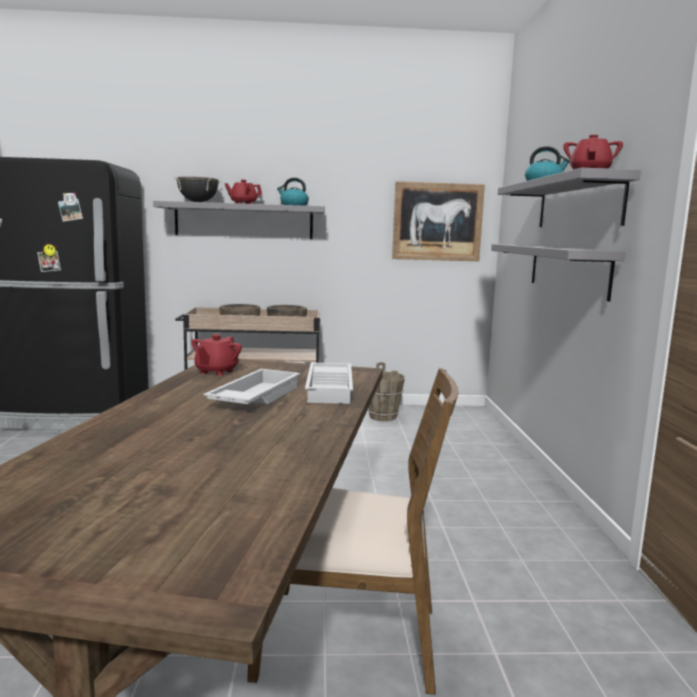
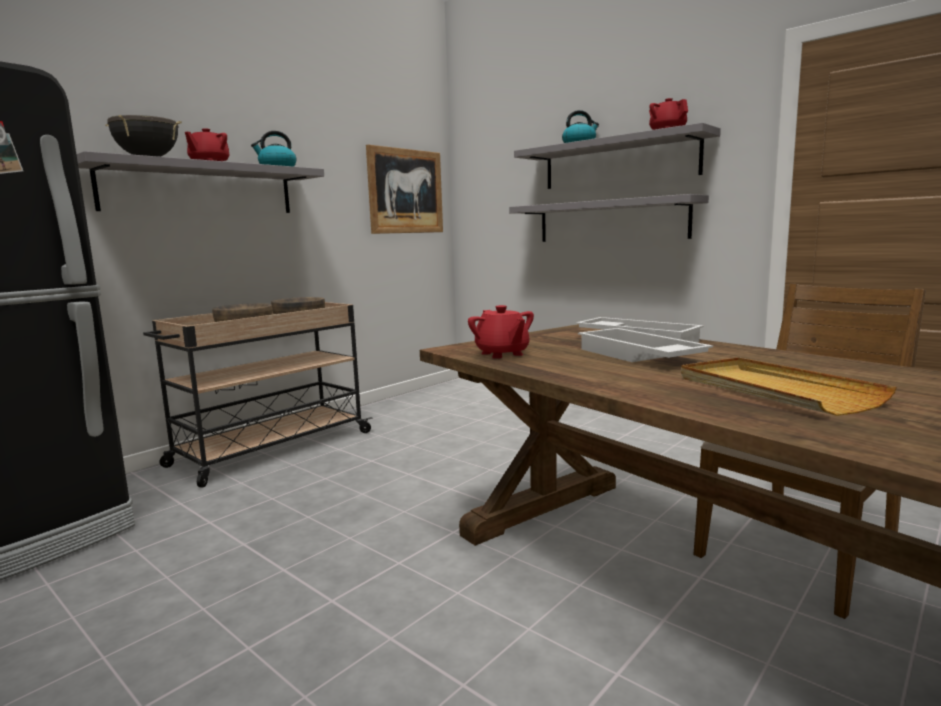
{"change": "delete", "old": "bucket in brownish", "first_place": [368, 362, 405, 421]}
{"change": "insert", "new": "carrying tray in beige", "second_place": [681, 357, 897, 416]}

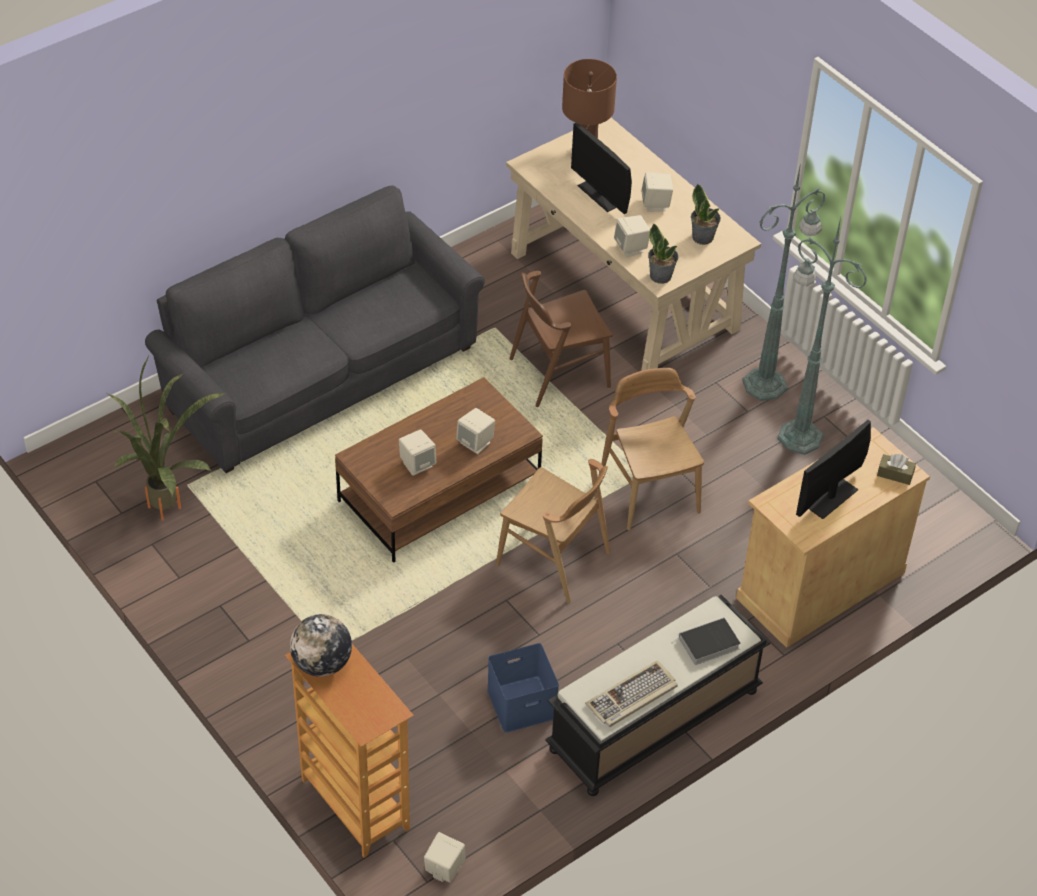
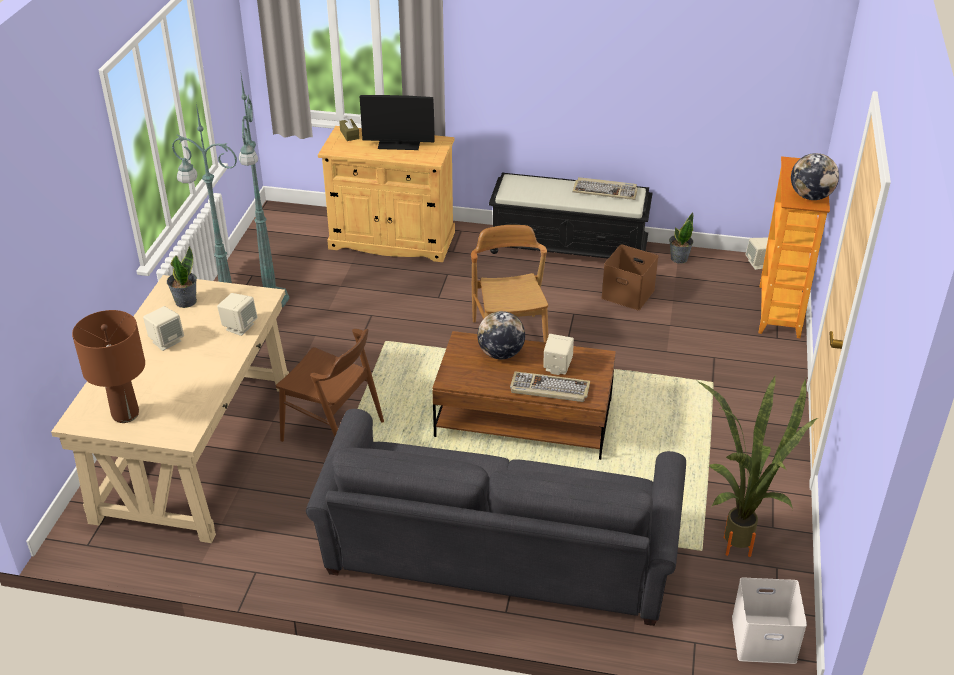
{"change": "delete", "old": "computer display", "first_place": [571, 123, 632, 214]}
{"change": "move", "old": "houseplant", "first_place": [648, 223, 678, 284], "second_place": [669, 213, 693, 264]}
{"change": "delete", "old": "plain chair in brownish", "first_place": [601, 368, 704, 530]}
{"change": "replace", "old": "loudspeaker in beige", "new": "world globe", "first_place": [456, 408, 495, 454], "second_place": [477, 311, 525, 359]}
{"change": "delete", "old": "book", "first_place": [672, 617, 740, 665]}
{"change": "recolor", "old": "storage bin in bluish", "new": "storage bin in brownish", "first_place": [487, 643, 559, 733], "second_place": [601, 244, 659, 310]}
{"change": "insert", "new": "computer keyboard", "second_place": [510, 371, 590, 402]}
{"change": "insert", "new": "storage bin in white-coloured", "second_place": [732, 577, 807, 664]}

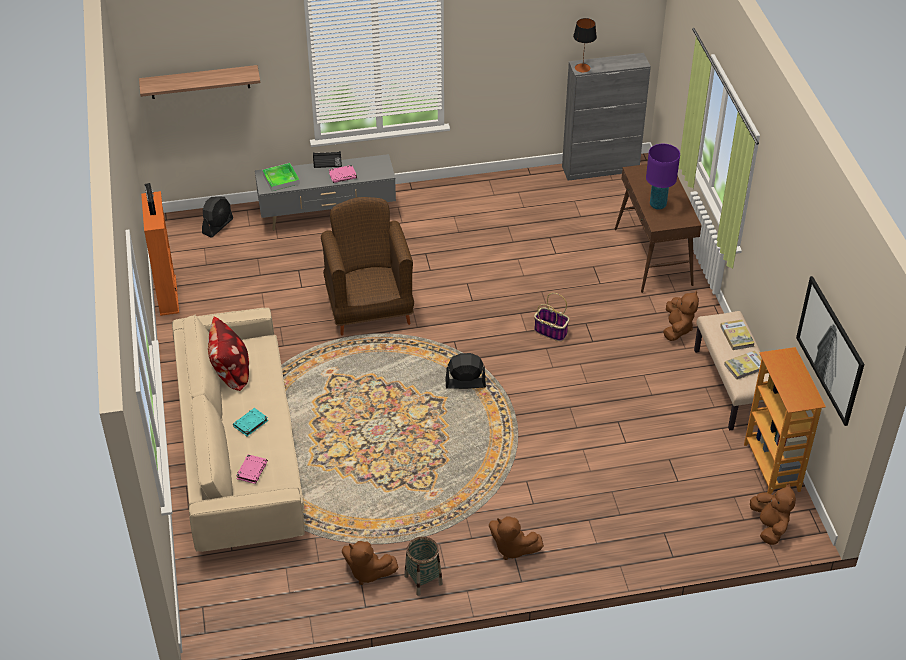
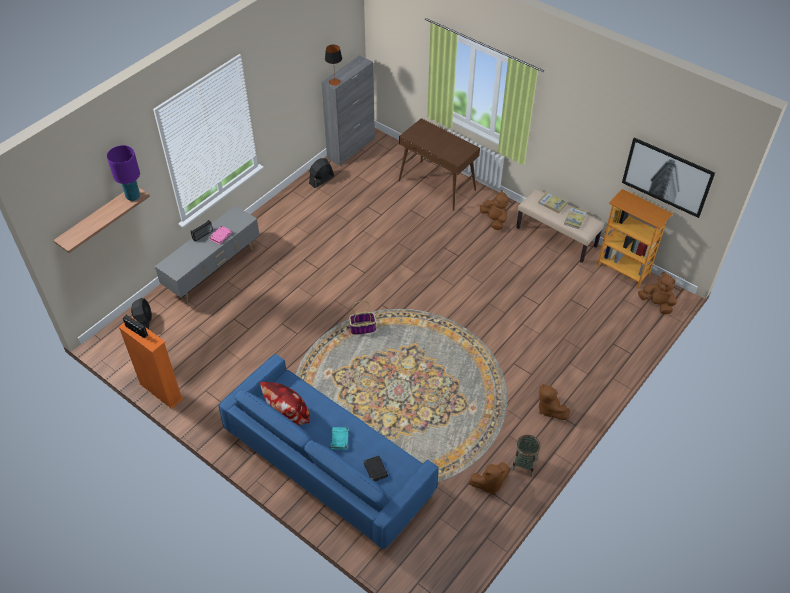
{"change": "move", "old": "table lamp in purple-coloured", "first_place": [646, 144, 680, 210], "second_place": [107, 145, 140, 201]}
{"change": "delete", "old": "carrying tray", "first_place": [262, 163, 300, 191]}
{"change": "delete", "old": "armchair in brownish", "first_place": [321, 197, 414, 336]}
{"change": "move", "old": "storage basket", "first_place": [534, 293, 569, 341], "second_place": [349, 301, 376, 335]}
{"change": "recolor", "old": "couch in beige", "new": "couch in bluish", "first_place": [172, 308, 305, 552], "second_place": [219, 354, 439, 550]}
{"change": "move", "old": "cooling fan in blackish", "first_place": [446, 353, 486, 389], "second_place": [309, 158, 334, 188]}
{"change": "recolor", "old": "book in pinkish", "new": "book in blackish", "first_place": [236, 454, 268, 484], "second_place": [364, 456, 388, 481]}
{"change": "rotate", "old": "soft toy in brownish", "first_place": [489, 516, 544, 560], "second_place": [539, 384, 570, 420], "degrees": 75}

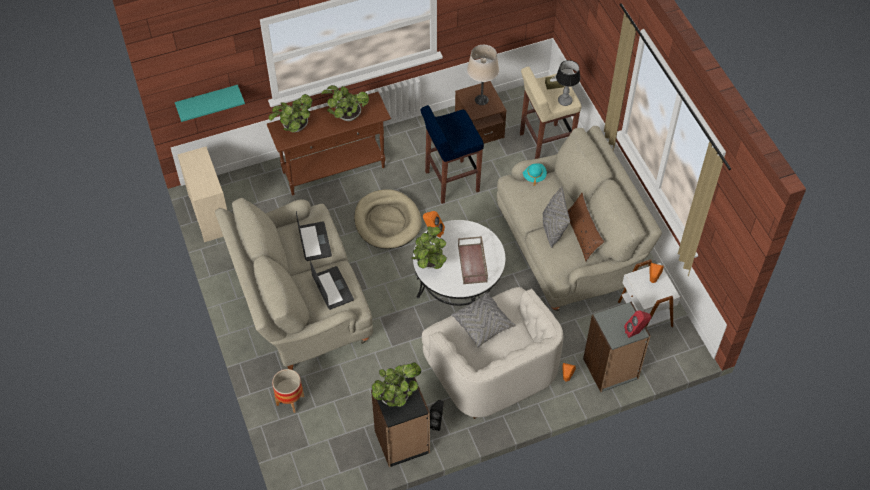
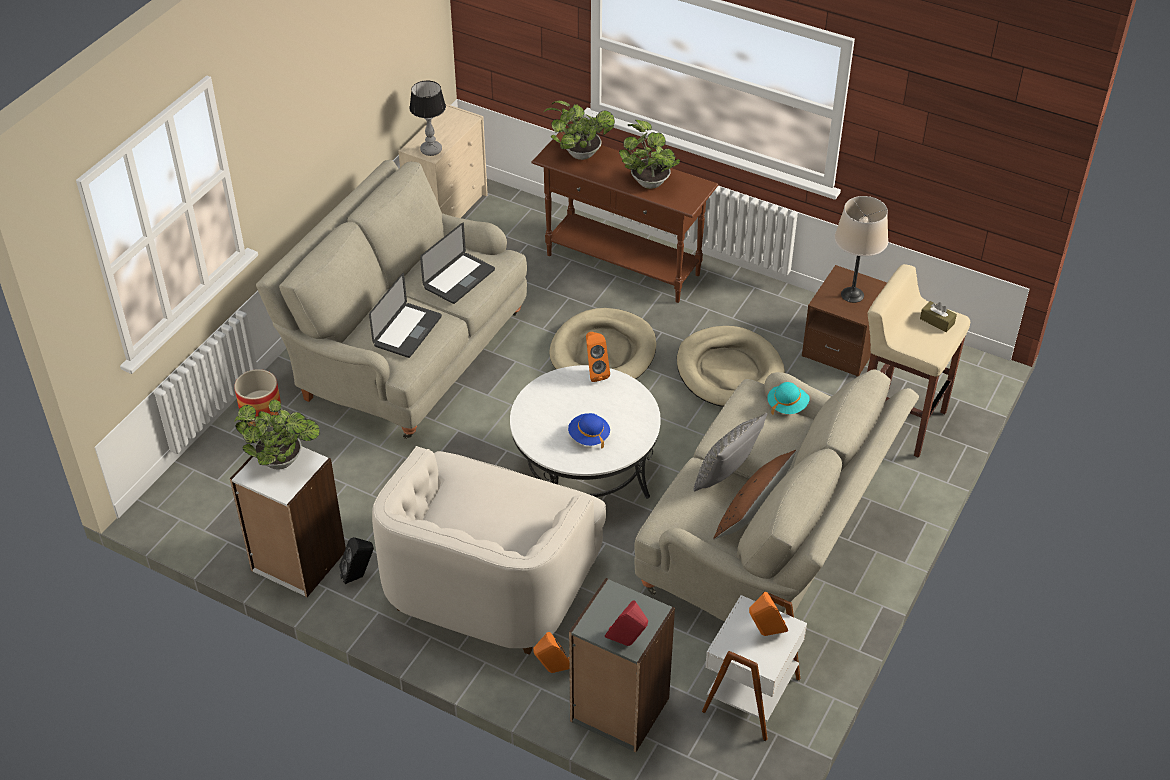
{"change": "move", "old": "table lamp", "first_place": [556, 60, 580, 106], "second_place": [409, 80, 446, 156]}
{"change": "delete", "old": "bracket shelf in turquoise", "first_place": [175, 85, 245, 122]}
{"change": "replace", "old": "sitting stool in bluish", "new": "pet bed in beige", "first_place": [421, 105, 484, 204], "second_place": [677, 326, 785, 407]}
{"change": "delete", "old": "houseplant", "first_place": [411, 226, 447, 269]}
{"change": "replace", "old": "carrying tray in brownish", "new": "clothing hat in bluish", "first_place": [458, 236, 488, 284], "second_place": [568, 413, 610, 449]}
{"change": "delete", "old": "throw pillow in greyish", "first_place": [451, 292, 516, 348]}
{"change": "recolor", "old": "bookshelf in blackish", "new": "bookshelf in white-coloured", "first_place": [371, 377, 430, 467], "second_place": [230, 447, 346, 597]}

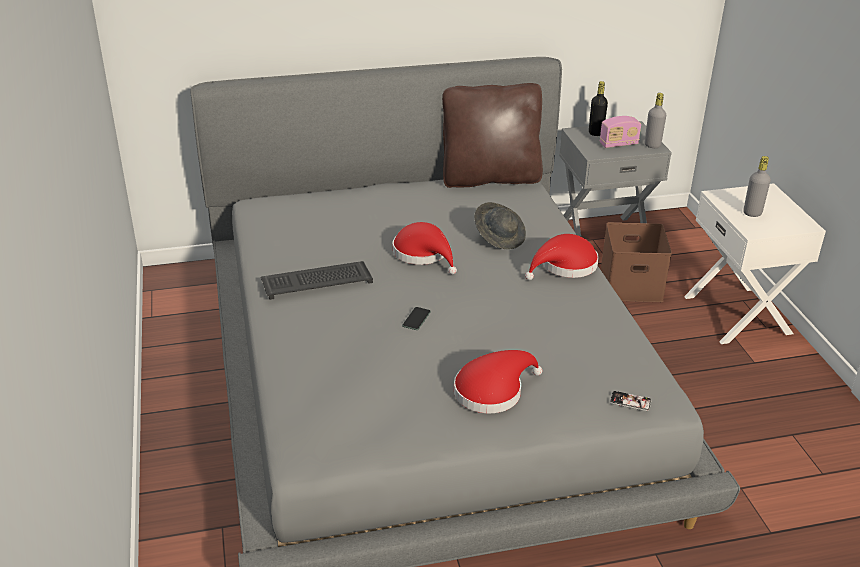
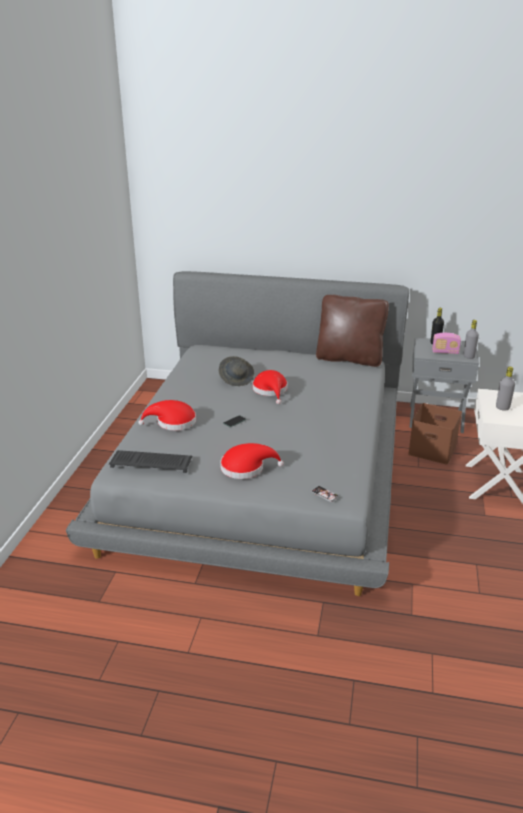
{"change": "move", "old": "clothing hat in greyish", "first_place": [474, 202, 526, 249], "second_place": [219, 356, 254, 386]}
{"change": "move", "old": "clothing hat in red-coloured", "first_place": [525, 234, 599, 280], "second_place": [139, 400, 196, 430]}
{"change": "move", "old": "computer keyboard", "first_place": [261, 261, 373, 300], "second_place": [109, 450, 192, 473]}

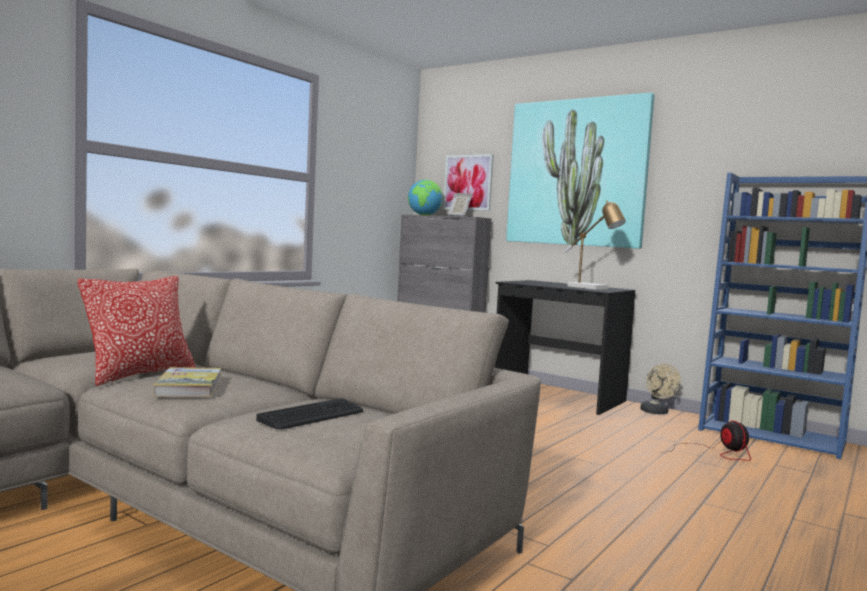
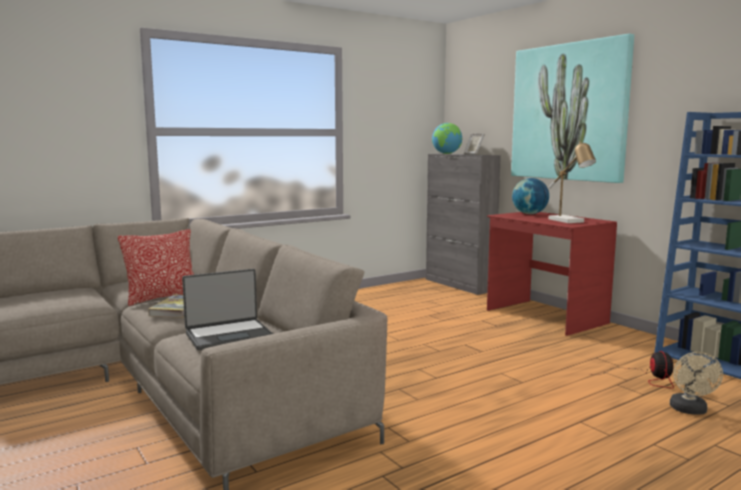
{"change": "delete", "old": "wall picture", "first_place": [443, 154, 494, 211]}
{"change": "recolor", "old": "desk table in blackish", "new": "desk table in red-coloured", "first_place": [494, 280, 635, 415], "second_place": [487, 212, 617, 336]}
{"change": "move", "old": "cooling fan in beige", "first_place": [640, 364, 680, 414], "second_place": [670, 352, 723, 415]}
{"change": "replace", "old": "computer keyboard", "new": "laptop", "first_place": [256, 398, 363, 429], "second_place": [182, 269, 273, 350]}
{"change": "insert", "new": "world globe", "second_place": [512, 178, 549, 214]}

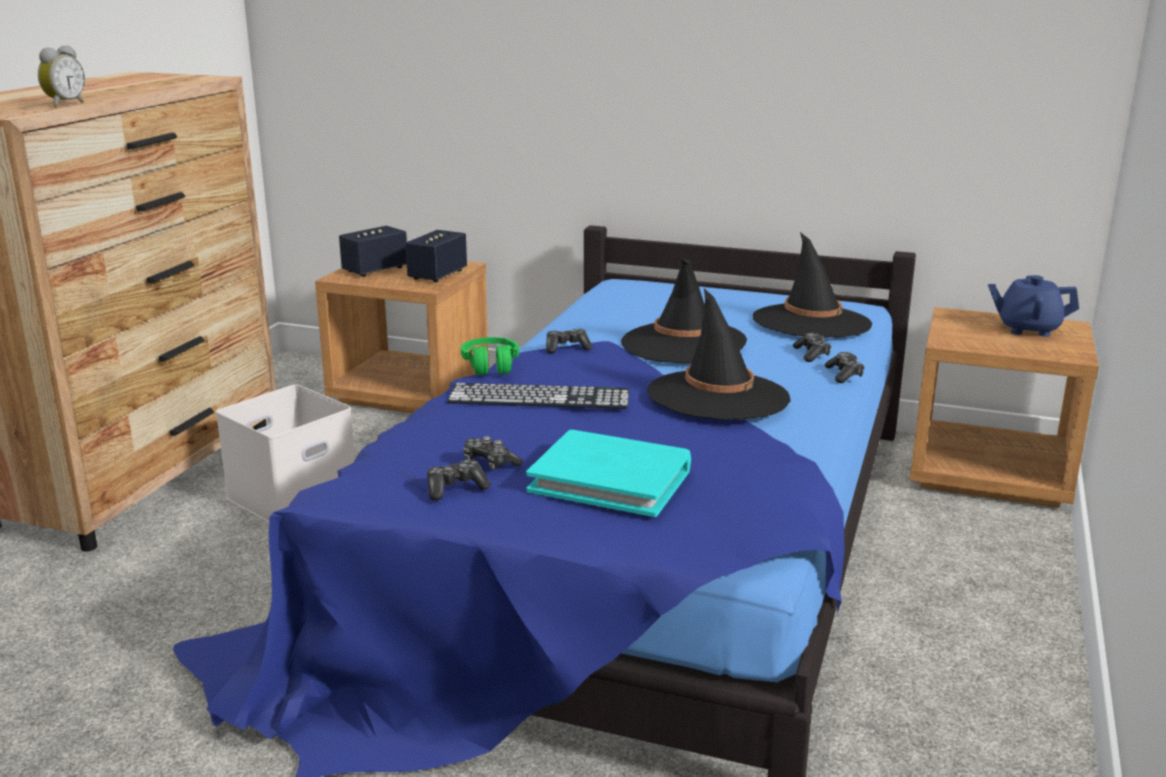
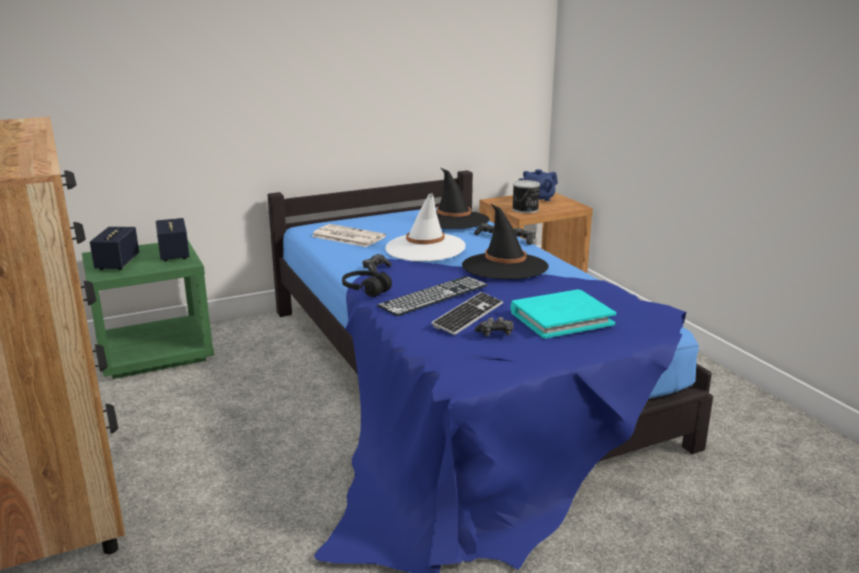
{"change": "delete", "old": "alarm clock", "first_place": [38, 45, 85, 107]}
{"change": "recolor", "old": "clothing hat in blackish", "new": "clothing hat in white-coloured", "first_place": [621, 258, 747, 363], "second_place": [385, 193, 466, 261]}
{"change": "recolor", "old": "nightstand in brownish", "new": "nightstand in greenish", "first_place": [315, 261, 490, 413], "second_place": [82, 241, 214, 379]}
{"change": "recolor", "old": "headset in greenish", "new": "headset in blackish", "first_place": [461, 337, 519, 375], "second_place": [342, 271, 392, 297]}
{"change": "delete", "old": "storage bin in white-coloured", "first_place": [216, 384, 355, 523]}
{"change": "delete", "old": "joypad", "first_place": [427, 460, 491, 500]}
{"change": "insert", "new": "metal can", "second_place": [512, 180, 540, 213]}
{"change": "insert", "new": "daily paper", "second_place": [311, 224, 386, 247]}
{"change": "insert", "new": "computer keyboard", "second_place": [431, 292, 503, 335]}

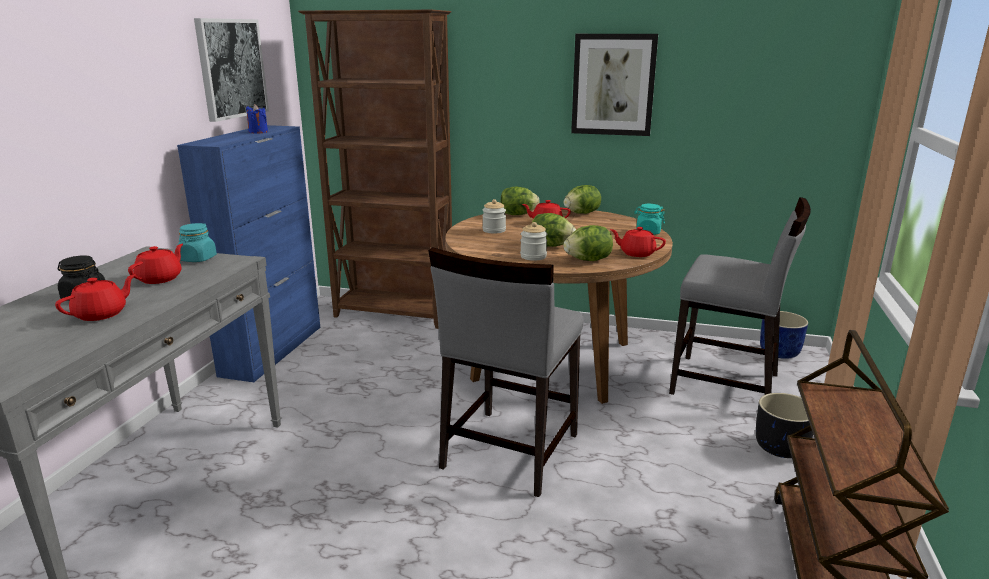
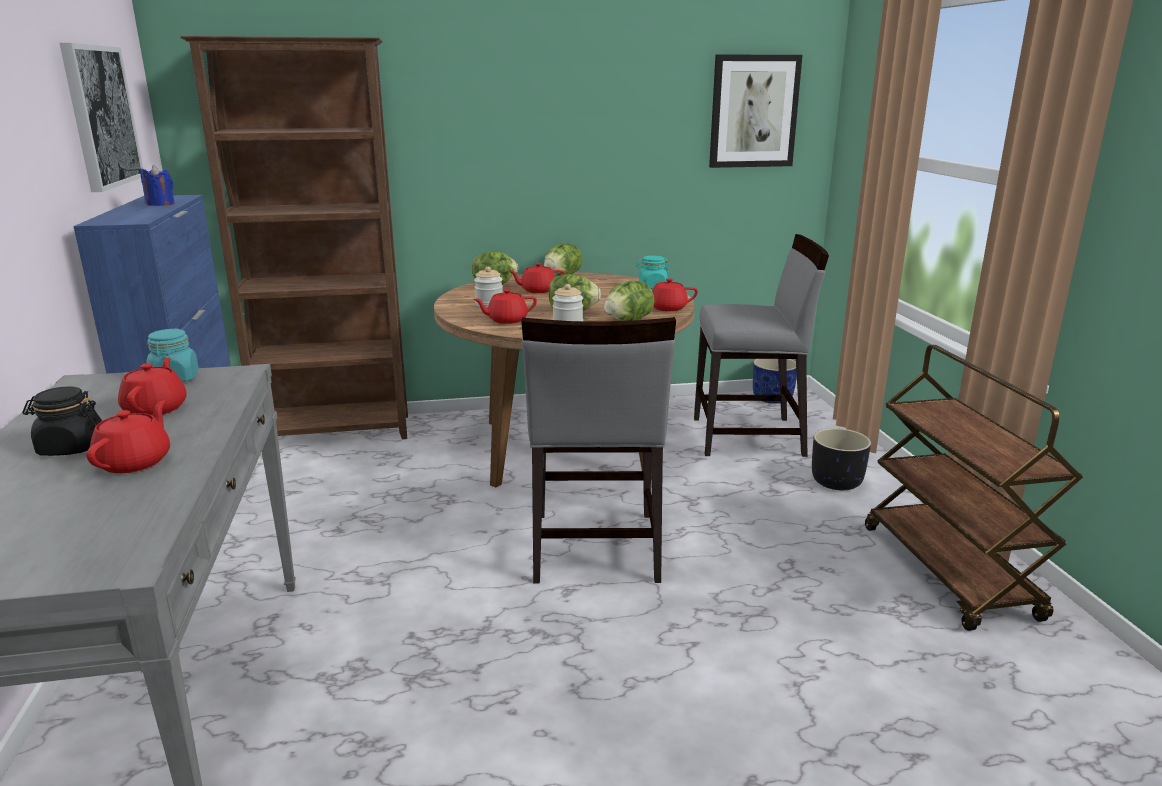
{"change": "move", "old": "wall picture", "first_place": [571, 34, 658, 136], "second_place": [709, 54, 802, 168]}
{"change": "insert", "new": "pot for tea in red-coloured", "second_place": [473, 289, 537, 324]}

